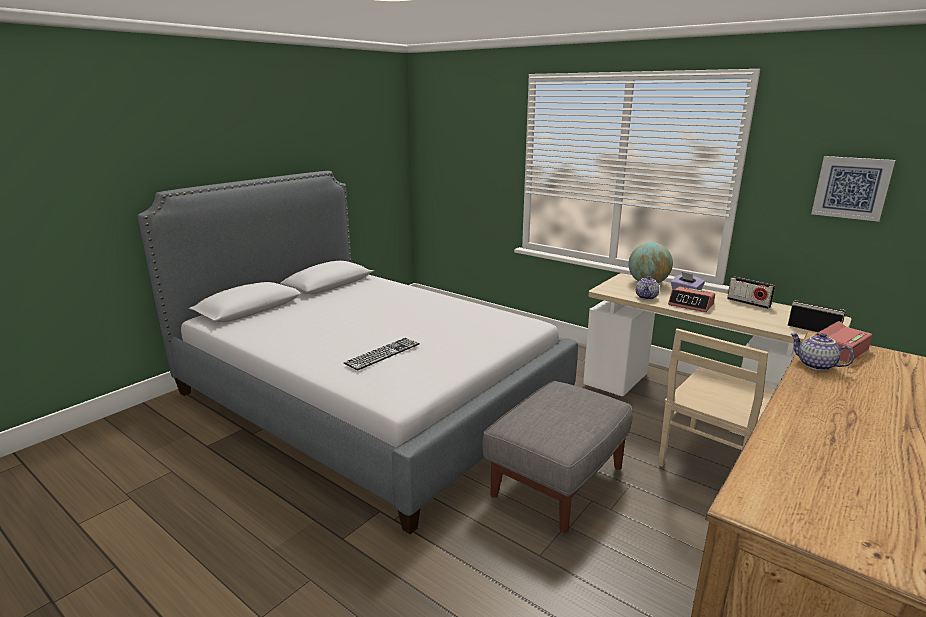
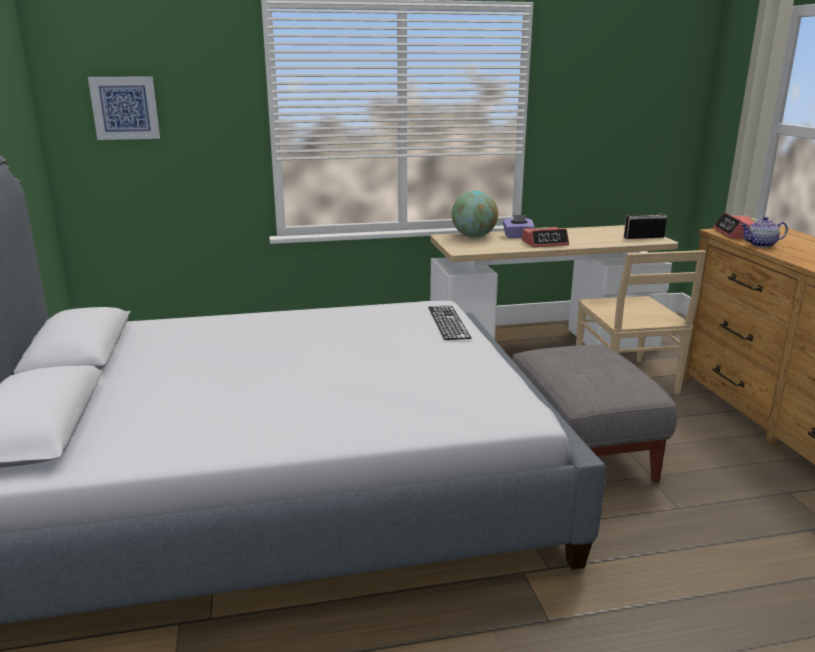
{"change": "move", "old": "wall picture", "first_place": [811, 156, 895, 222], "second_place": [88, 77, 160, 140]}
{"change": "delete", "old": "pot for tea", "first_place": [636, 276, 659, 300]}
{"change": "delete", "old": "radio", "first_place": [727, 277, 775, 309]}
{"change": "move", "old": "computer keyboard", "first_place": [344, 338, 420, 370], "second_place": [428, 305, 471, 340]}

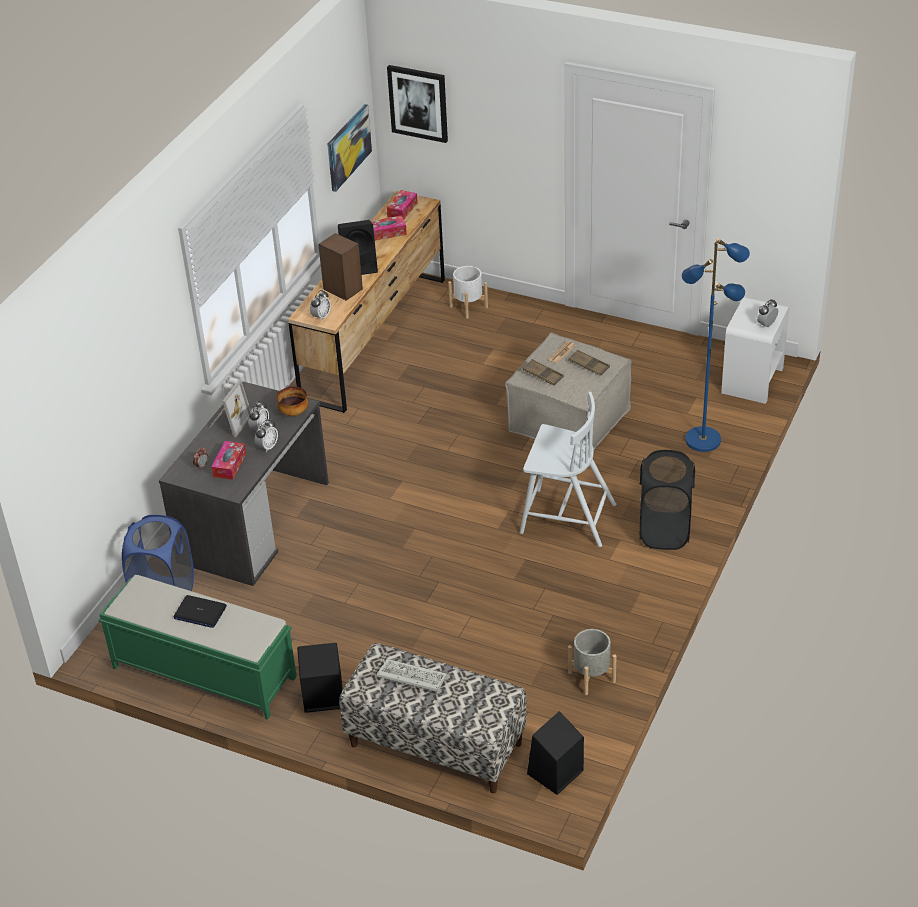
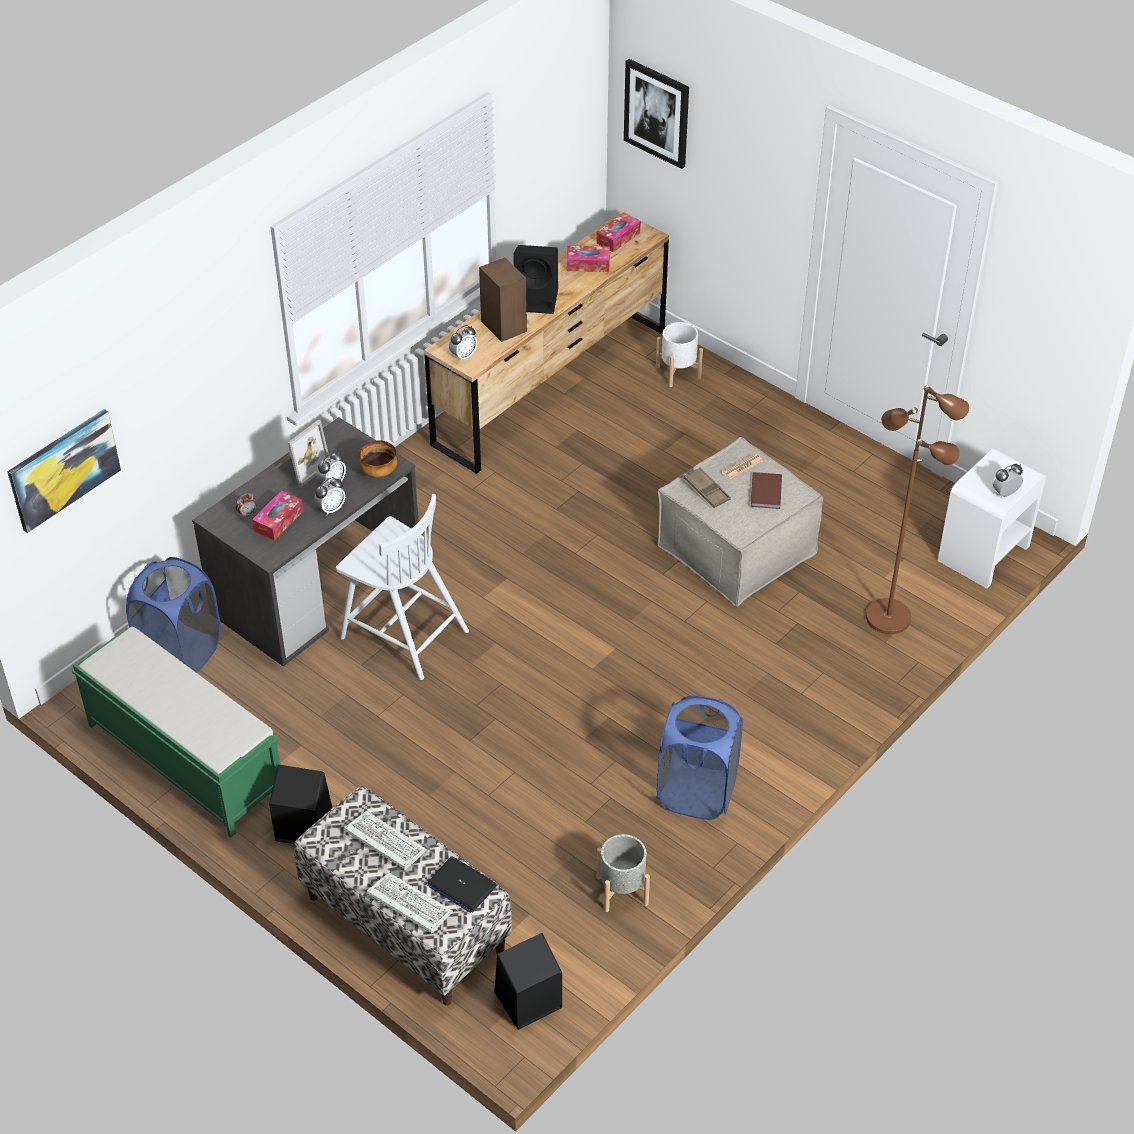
{"change": "move", "old": "wall picture", "first_place": [327, 104, 372, 192], "second_place": [7, 409, 121, 533]}
{"change": "recolor", "old": "floor lamp in bluish", "new": "floor lamp in brownish", "first_place": [682, 238, 750, 452], "second_place": [866, 385, 969, 634]}
{"change": "replace", "old": "carrying tray in brownish", "new": "book in brownish", "first_place": [568, 350, 610, 376], "second_place": [751, 472, 782, 509]}
{"change": "move", "old": "plain chair in white-coloured", "first_place": [520, 392, 616, 547], "second_place": [336, 494, 469, 680]}
{"change": "delete", "old": "laundry basket in blackish", "first_place": [640, 450, 695, 550]}
{"change": "move", "old": "laptop", "first_place": [174, 595, 227, 628], "second_place": [427, 856, 497, 913]}
{"change": "insert", "new": "laundry basket in bluish", "second_place": [657, 695, 743, 820]}
{"change": "insert", "new": "computer keyboard", "second_place": [367, 872, 453, 934]}

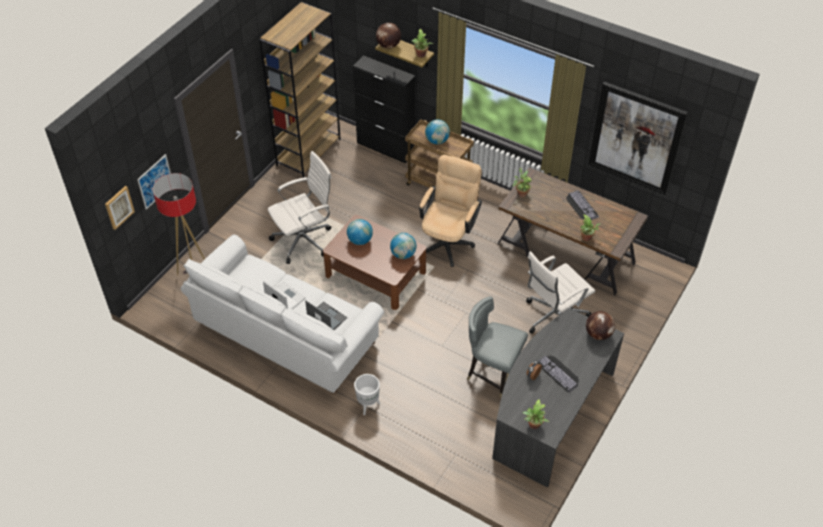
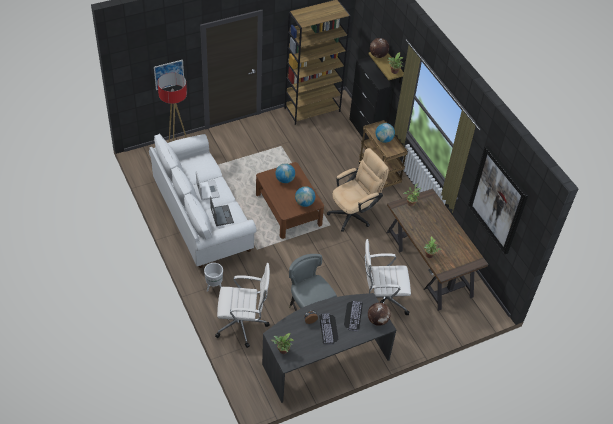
{"change": "move", "old": "desk chair in white-coloured", "first_place": [268, 151, 332, 264], "second_place": [215, 263, 270, 348]}
{"change": "delete", "old": "wall picture", "first_place": [105, 186, 135, 230]}
{"change": "move", "old": "computer keyboard", "first_place": [566, 191, 599, 220], "second_place": [344, 300, 363, 332]}

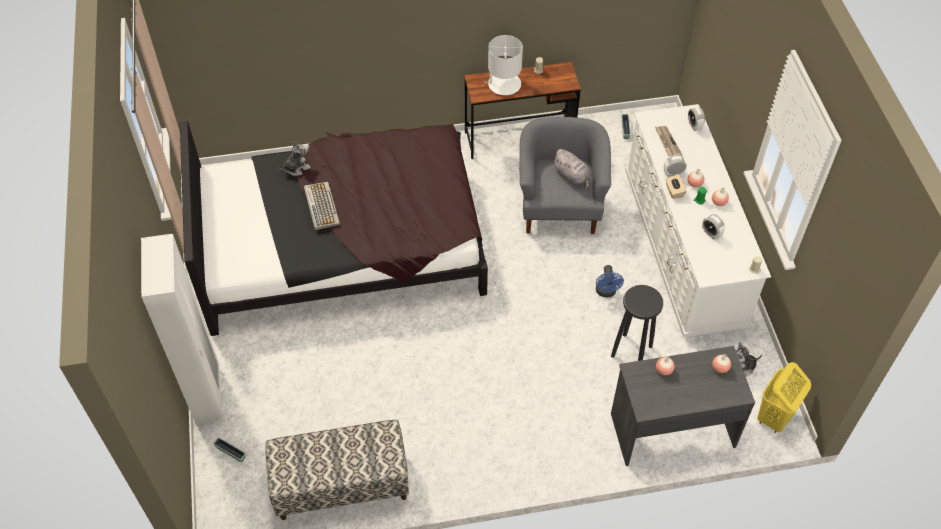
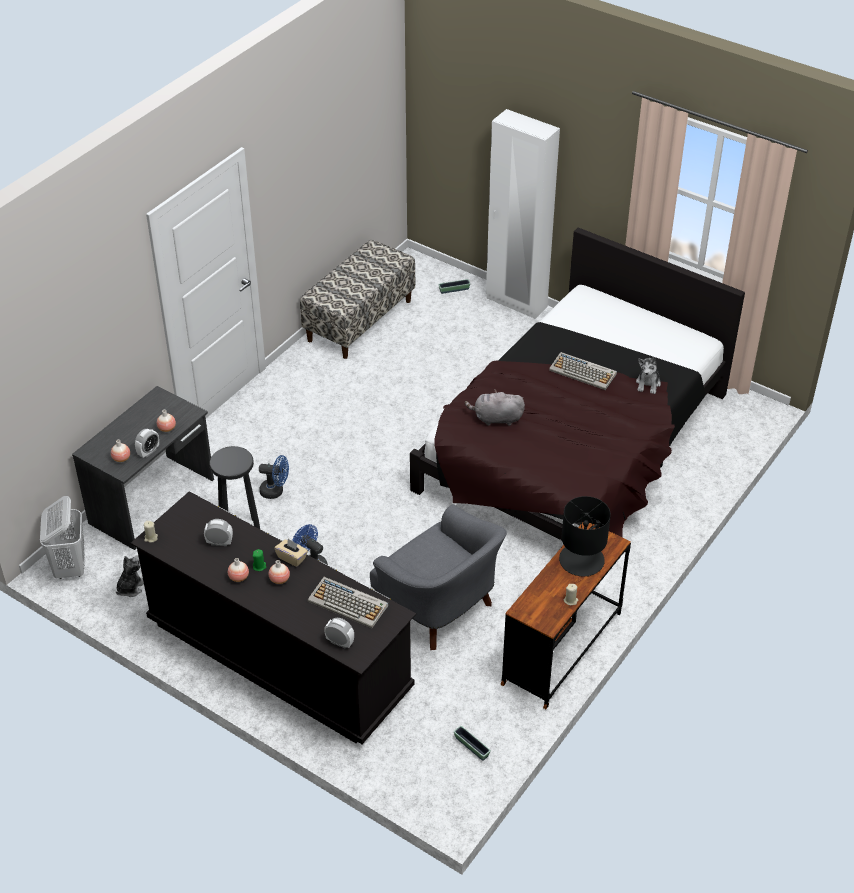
{"change": "recolor", "old": "table lamp in white-coloured", "new": "table lamp in blackish", "first_place": [484, 35, 523, 95], "second_place": [559, 496, 611, 577]}
{"change": "recolor", "old": "drawer chest in white-coloured", "new": "drawer chest in blackish", "first_place": [625, 104, 771, 338], "second_place": [131, 491, 416, 744]}
{"change": "replace", "old": "daily paper", "new": "computer keyboard", "first_place": [655, 126, 682, 156], "second_place": [308, 577, 389, 628]}
{"change": "move", "old": "soft toy in greyish", "first_place": [552, 149, 591, 189], "second_place": [465, 389, 525, 426]}
{"change": "move", "old": "alarm clock", "first_place": [664, 155, 687, 177], "second_place": [135, 429, 159, 458]}
{"change": "recolor", "old": "laundry basket in yellow-coloured", "new": "laundry basket in white-coloured", "first_place": [757, 362, 811, 433], "second_place": [40, 496, 85, 579]}
{"change": "insert", "new": "cooling fan in bluish", "second_place": [259, 455, 289, 499]}

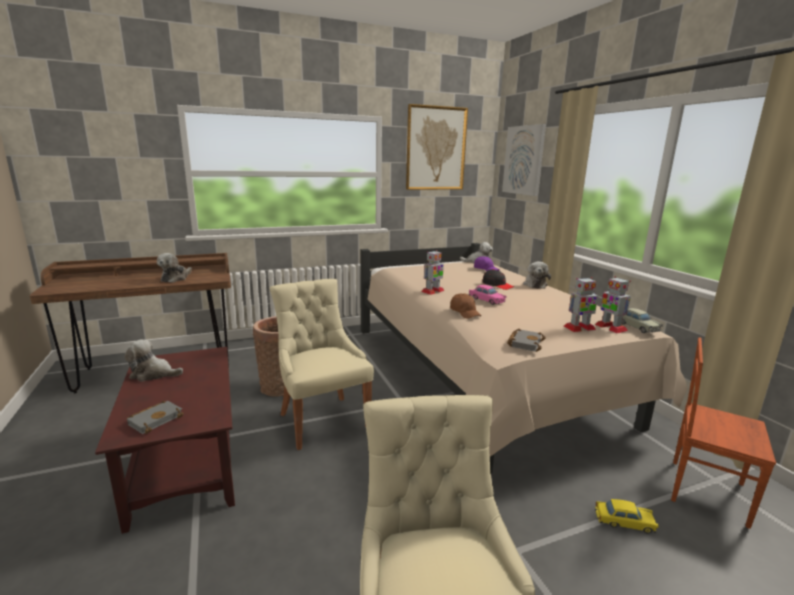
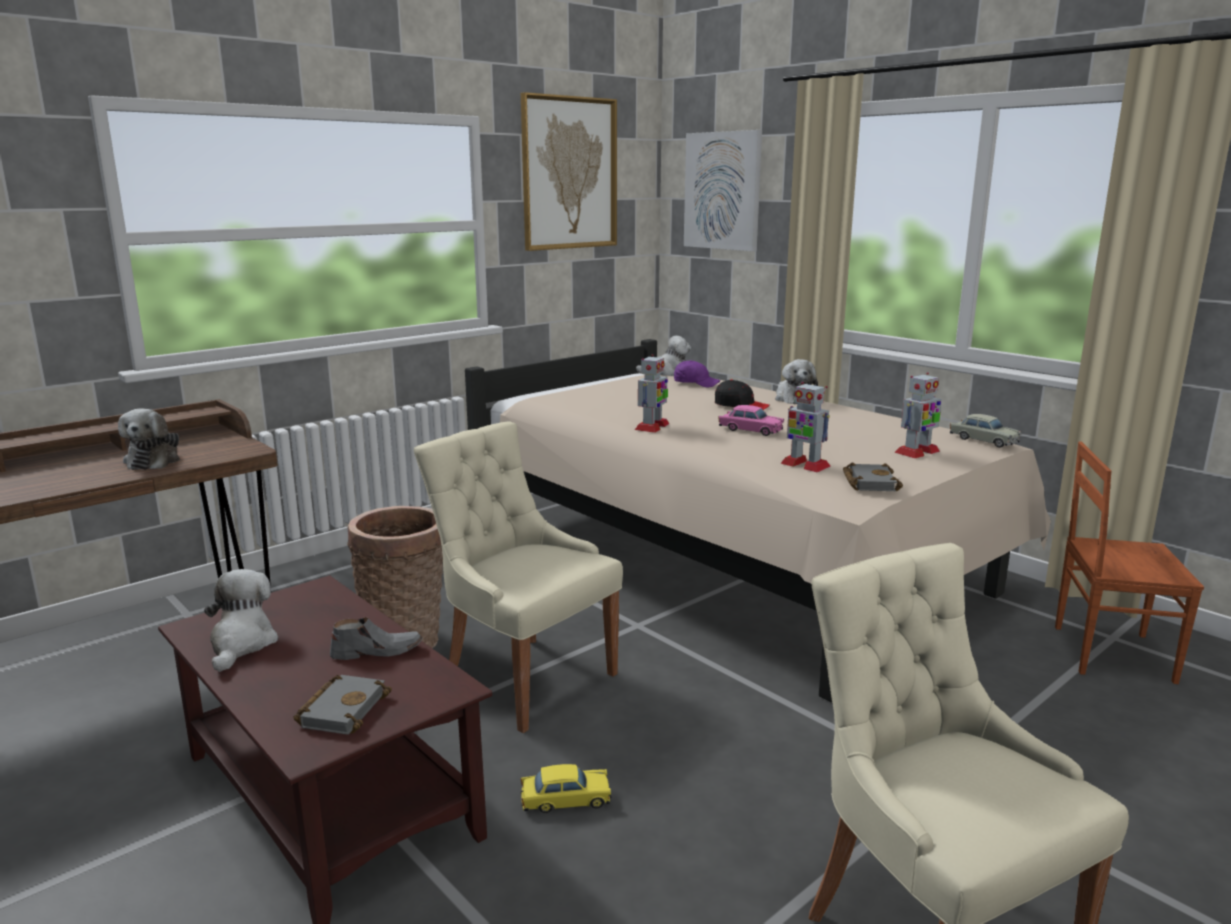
{"change": "move", "old": "model robot", "first_place": [595, 276, 631, 333], "second_place": [780, 382, 831, 472]}
{"change": "delete", "old": "baseball cap in brownish", "first_place": [450, 293, 482, 319]}
{"change": "rotate", "old": "soft toy", "first_place": [124, 339, 183, 382], "second_place": [204, 569, 278, 672], "degrees": 105}
{"change": "move", "old": "toy car in yellow-coloured", "first_place": [595, 499, 659, 534], "second_place": [520, 764, 611, 813]}
{"change": "insert", "new": "low shoe in greyish", "second_place": [330, 617, 422, 660]}

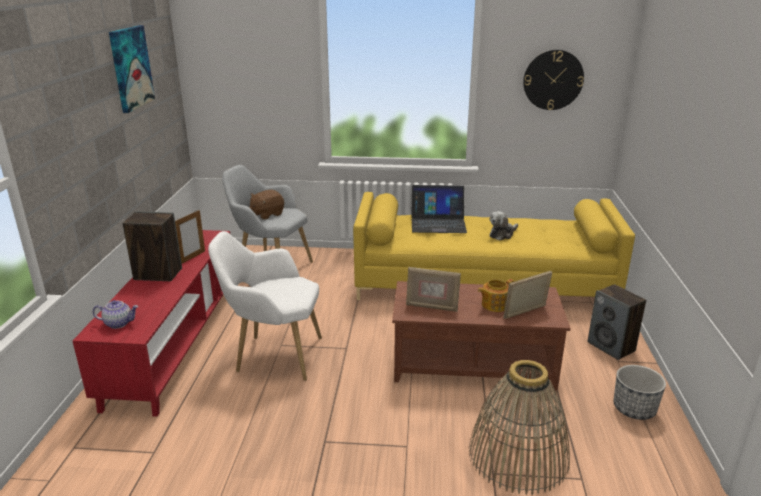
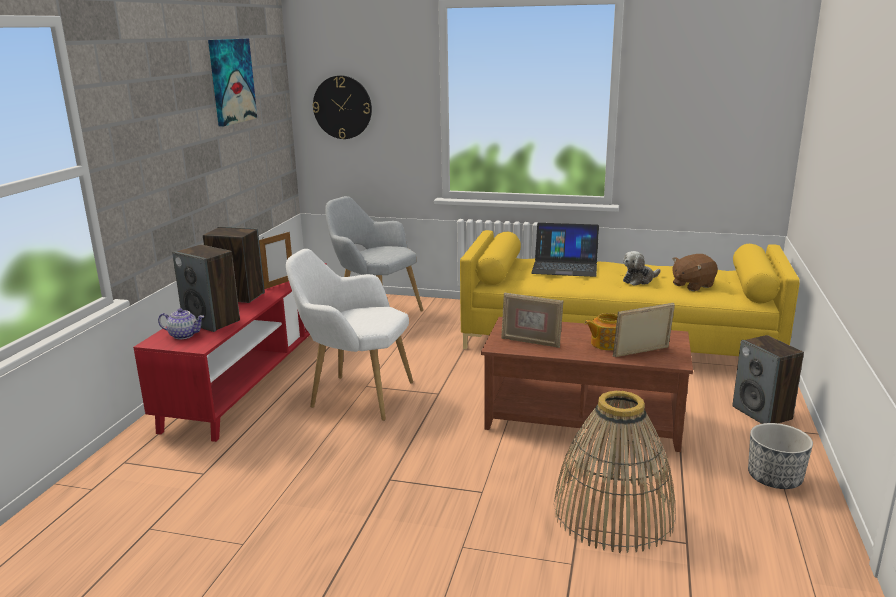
{"change": "move", "old": "hanging clock", "first_place": [523, 50, 584, 110], "second_place": [312, 75, 372, 139]}
{"change": "move", "old": "soft toy in brownish", "first_place": [250, 190, 284, 220], "second_place": [672, 254, 718, 291]}
{"change": "insert", "new": "loudspeaker", "second_place": [172, 245, 240, 332]}

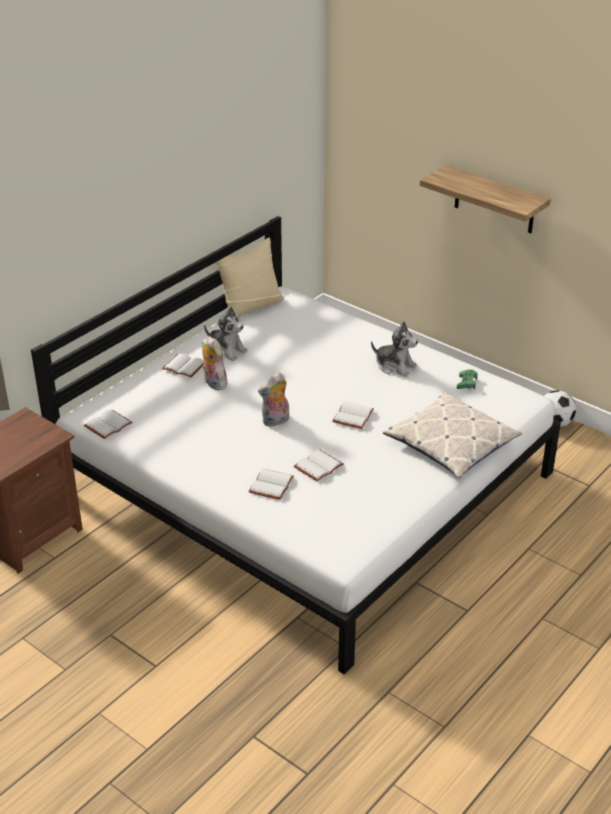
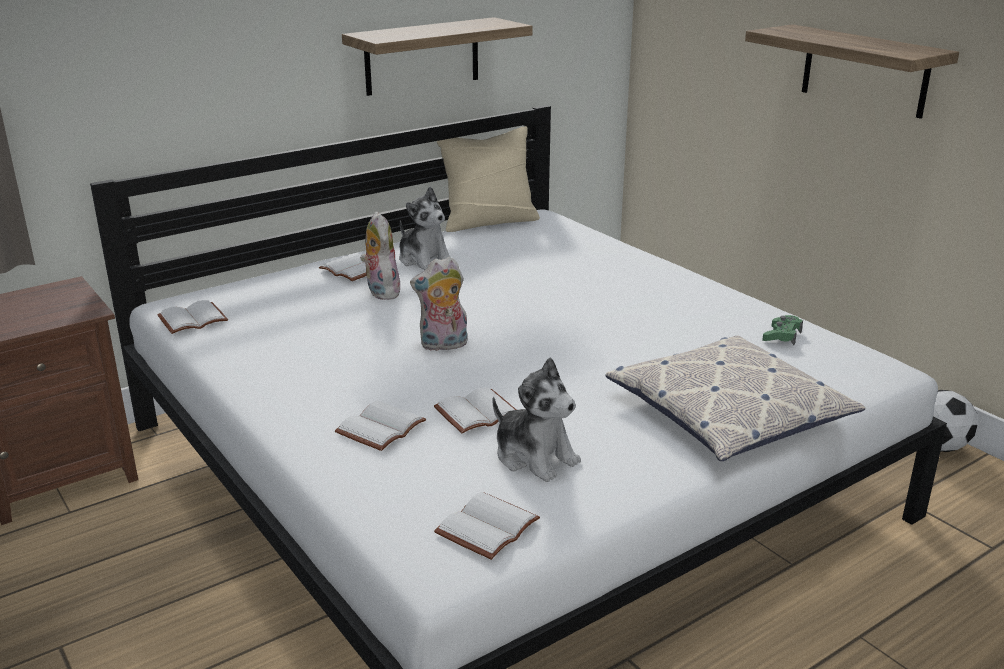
{"change": "move", "old": "soft toy", "first_place": [371, 321, 418, 377], "second_place": [492, 357, 581, 482]}
{"change": "move", "old": "book in white-coloured", "first_place": [332, 402, 374, 429], "second_place": [434, 492, 540, 560]}
{"change": "insert", "new": "bracket shelf", "second_place": [342, 17, 533, 96]}

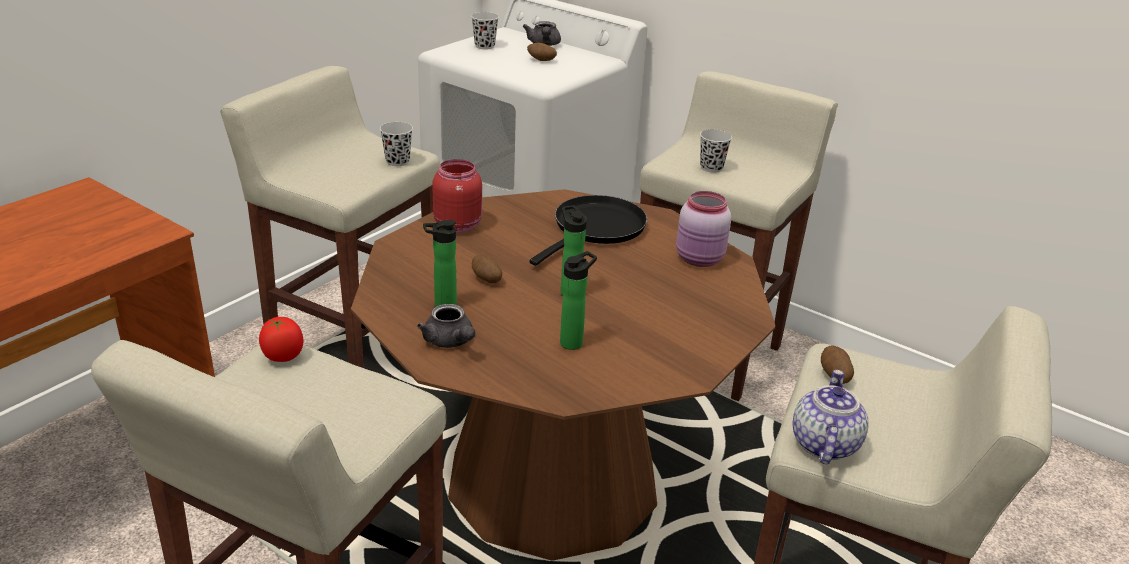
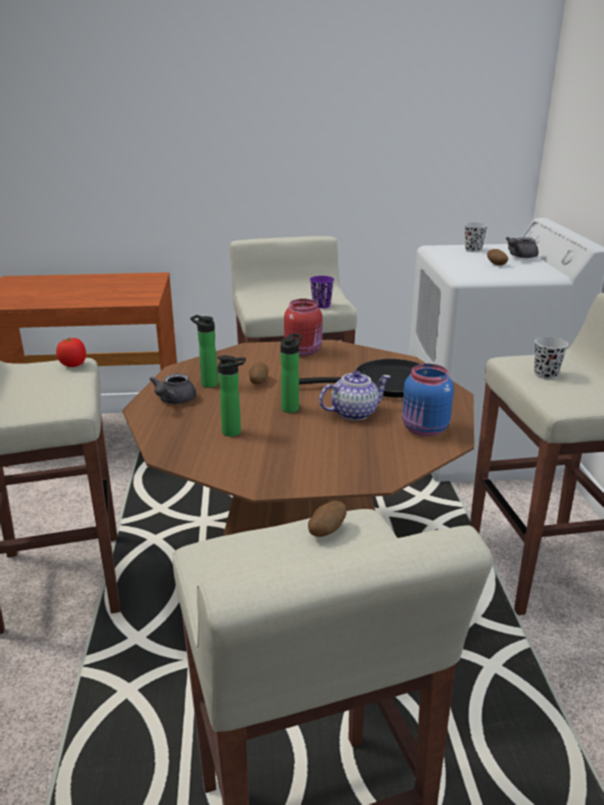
{"change": "recolor", "old": "cup in blackish", "new": "cup in purple-coloured", "first_place": [380, 122, 413, 166], "second_place": [310, 276, 334, 308]}
{"change": "recolor", "old": "storage jar in pinkish", "new": "storage jar in bluish", "first_place": [676, 191, 731, 267], "second_place": [402, 364, 454, 436]}
{"change": "move", "old": "pot for tea", "first_place": [792, 370, 868, 464], "second_place": [319, 371, 391, 421]}

